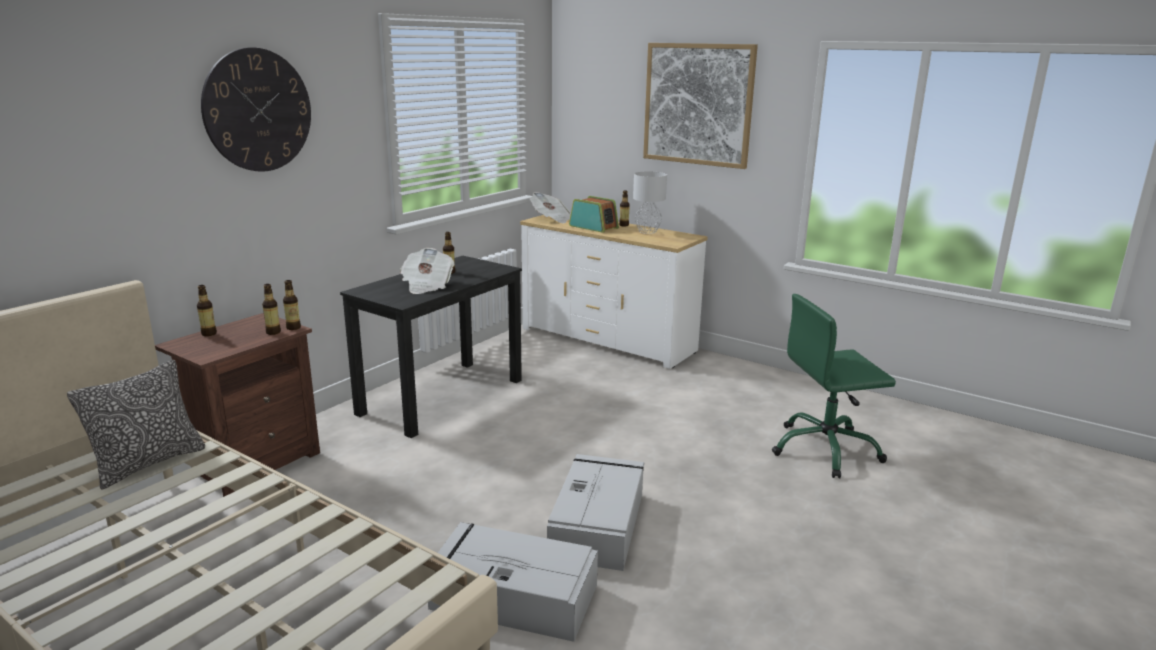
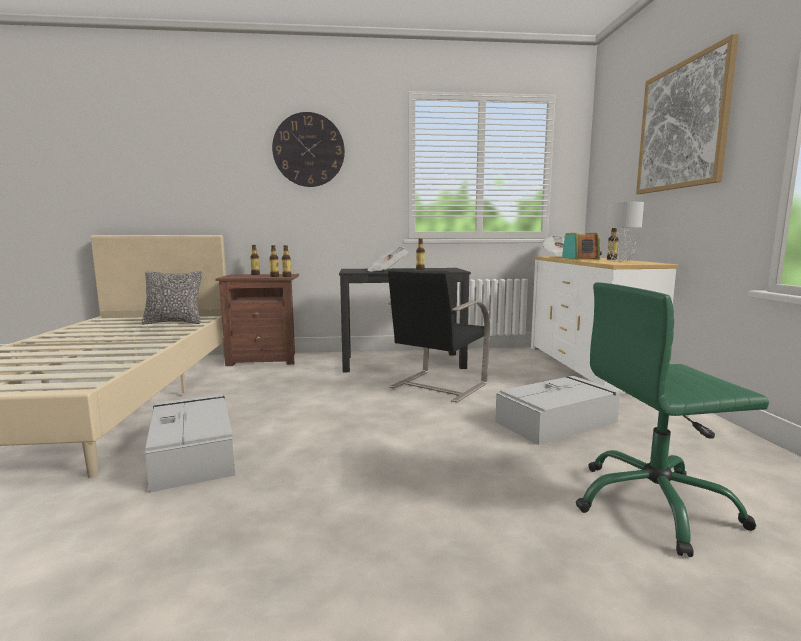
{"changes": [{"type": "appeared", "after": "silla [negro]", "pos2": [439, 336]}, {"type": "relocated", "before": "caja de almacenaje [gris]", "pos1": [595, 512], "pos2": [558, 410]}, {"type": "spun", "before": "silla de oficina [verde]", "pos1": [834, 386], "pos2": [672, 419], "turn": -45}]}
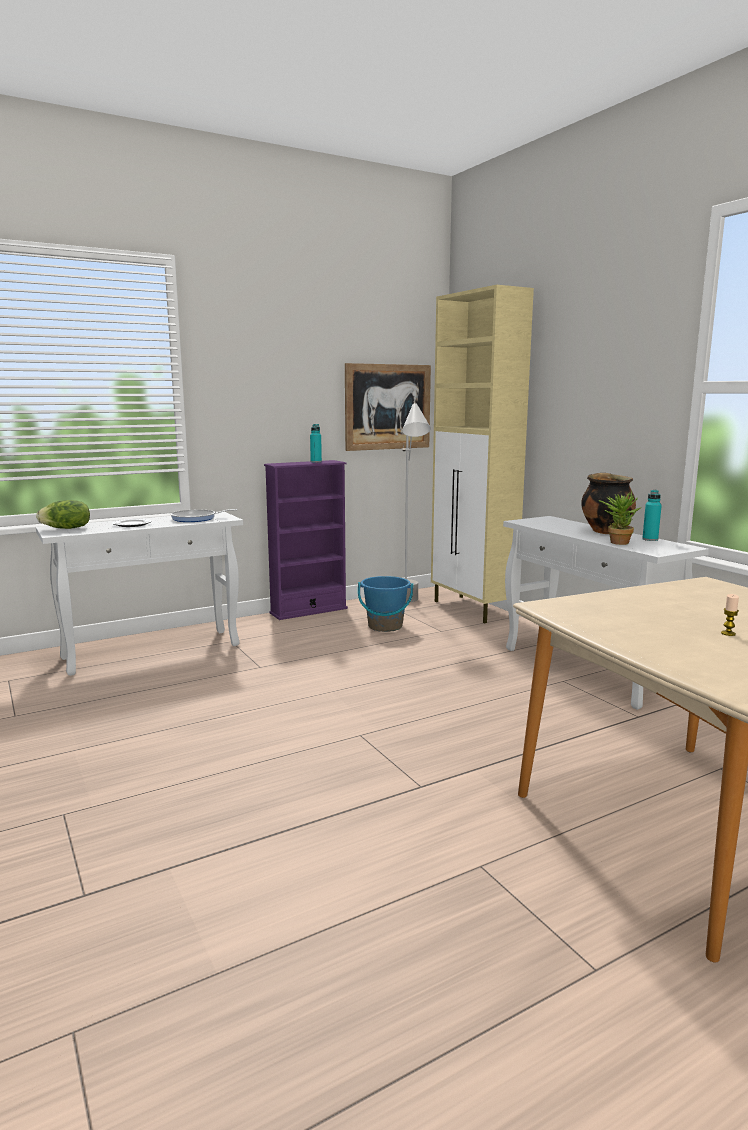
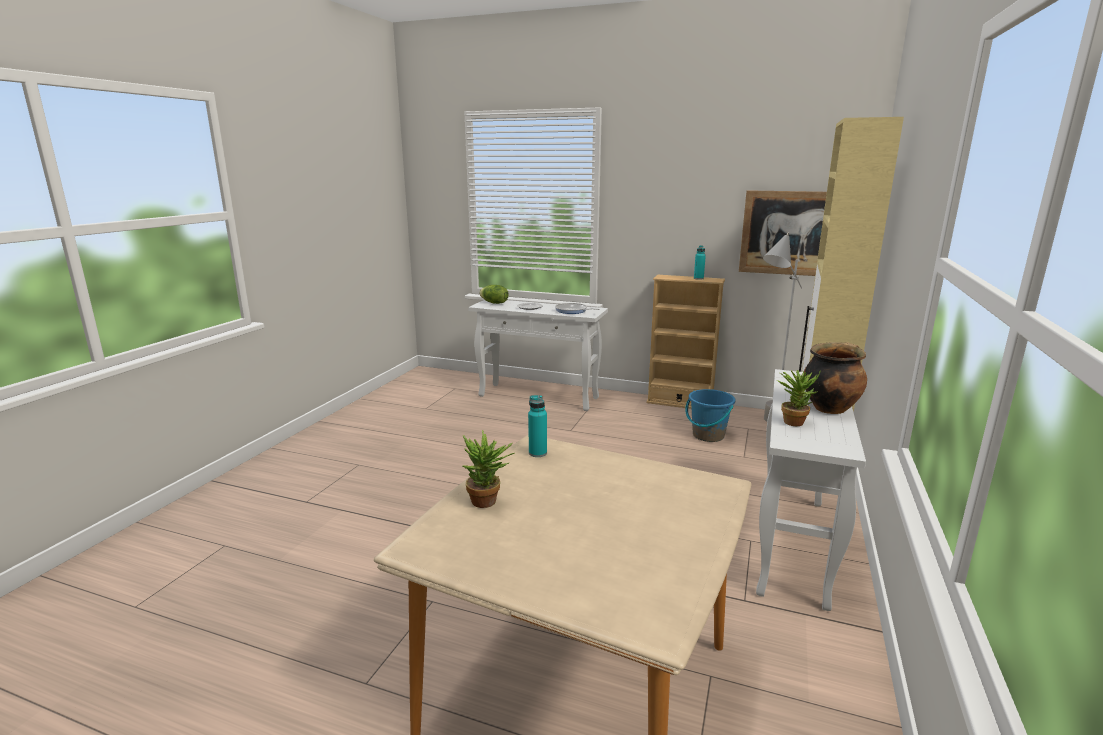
{"changes": [{"type": "appeared", "after": "planta en maceta", "pos2": [488, 469]}, {"type": "relocated", "before": "botella [turquesa]", "pos1": [652, 515], "pos2": [537, 426]}, {"type": "colour", "before": "estantería [morado]", "after": "estantería [beis]", "pos1": [306, 540], "pos2": [685, 342]}, {"type": "missing", "before": "vela", "pos1": [730, 615]}]}
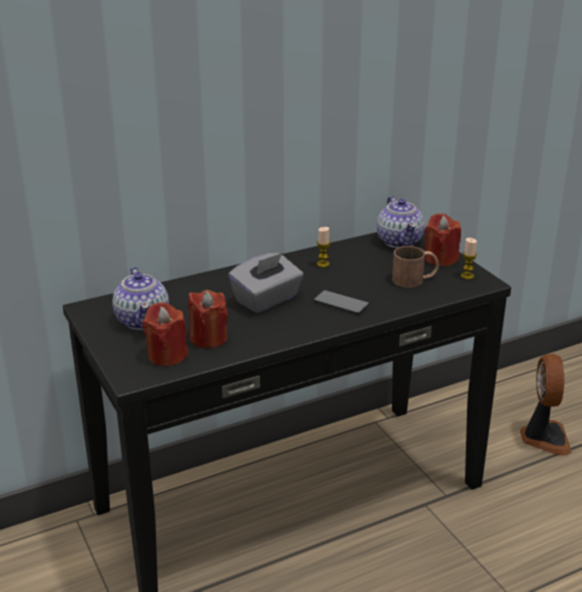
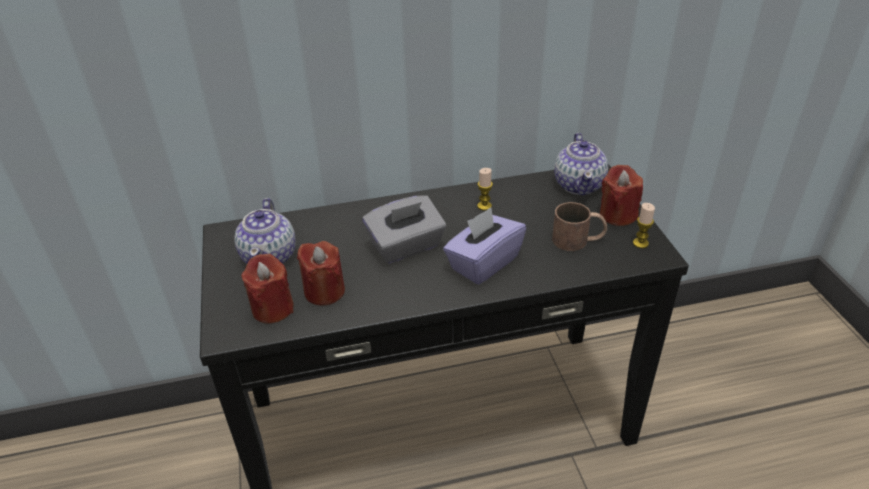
{"changes": [{"type": "exchanged", "before": "móvil", "after": "caja de pañuelos [morado]", "pos1": [341, 302], "pos2": [484, 246]}, {"type": "missing", "before": "ventilador", "pos1": [546, 405]}]}
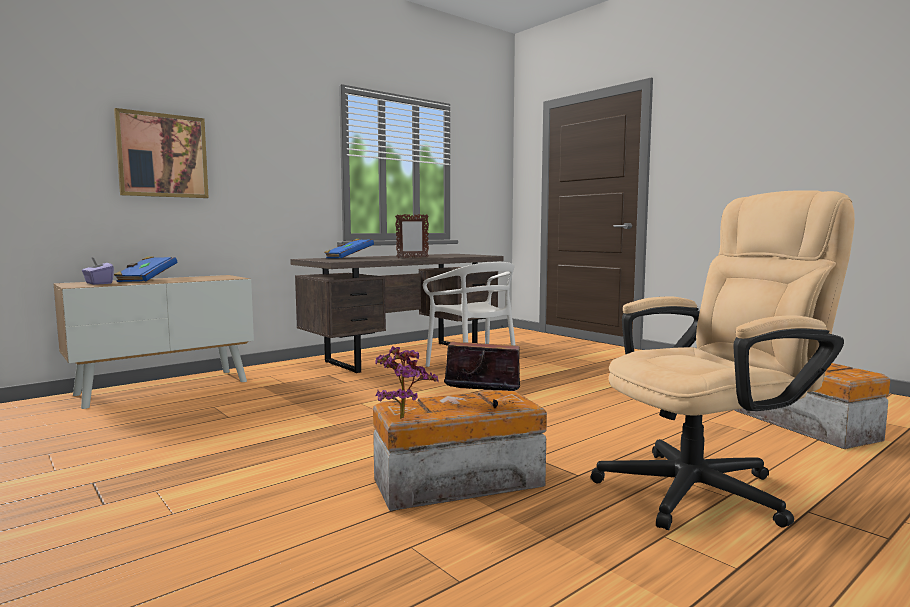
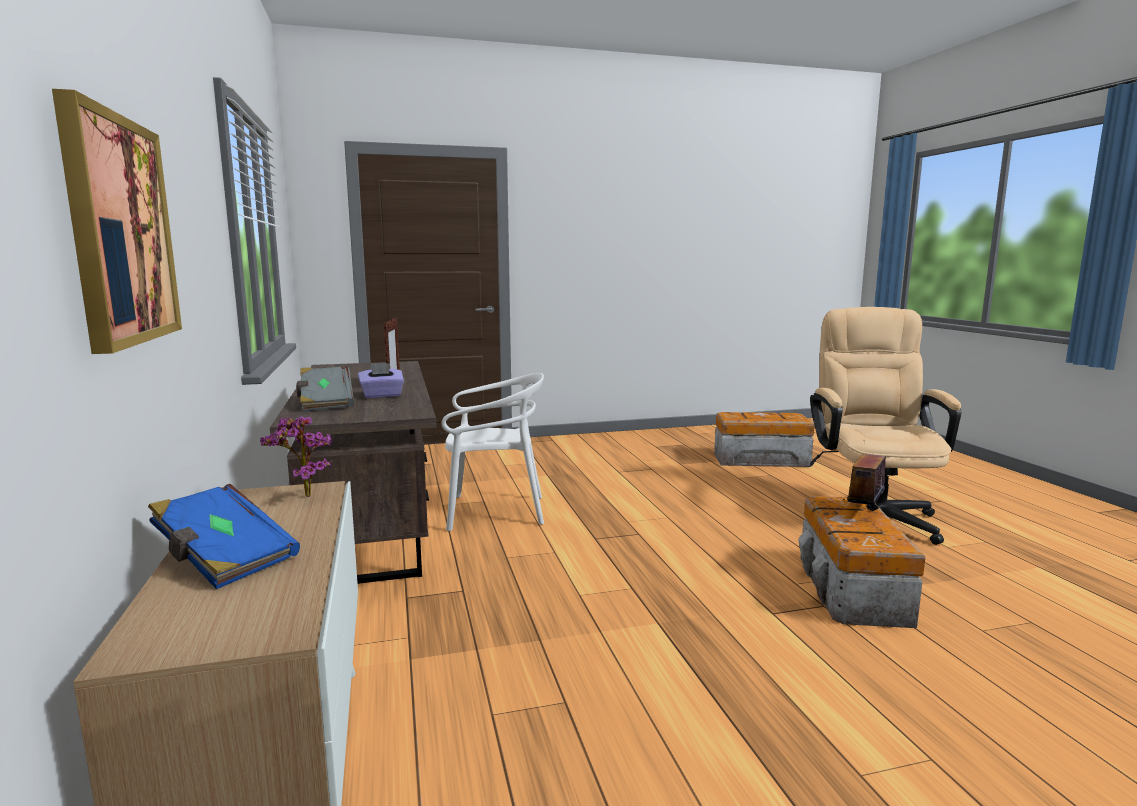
{"changes": [{"type": "relocated", "before": "planta en maceta", "pos1": [407, 382], "pos2": [296, 456]}, {"type": "colour", "before": "libro [azul]", "after": "libro [gris]", "pos1": [349, 248], "pos2": [325, 389]}, {"type": "relocated", "before": "caja de pañuelos [morado]", "pos1": [98, 271], "pos2": [381, 380]}]}
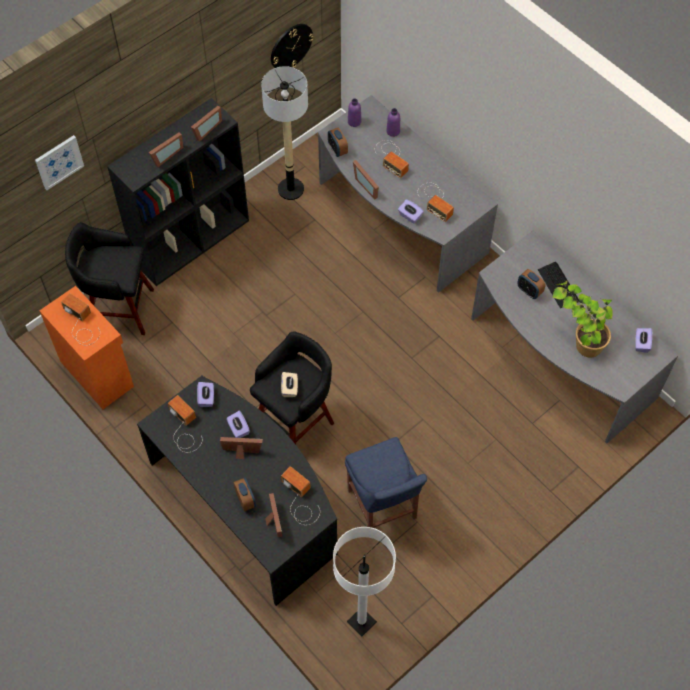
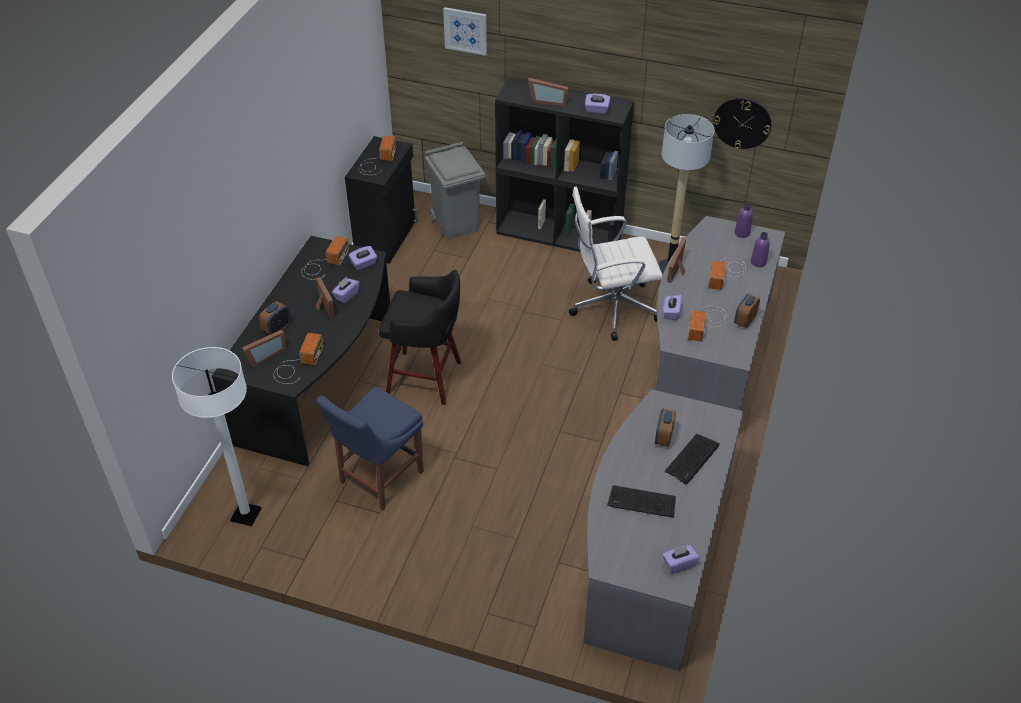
{"changes": [{"type": "colour", "before": "armario [naranja]", "after": "armario [negro]", "pos1": [86, 347], "pos2": [381, 200]}, {"type": "exchanged", "before": "taburete [negro]", "after": "papelera [gris]", "pos1": [109, 278], "pos2": [455, 190]}, {"type": "appeared", "after": "silla de oficina [blanco]", "pos2": [616, 264]}, {"type": "exchanged", "before": "portarretratos", "after": "caja de pañuelos [morado]", "pos1": [206, 124], "pos2": [597, 104]}, {"type": "exchanged", "before": "planta en maceta", "after": "teclado", "pos1": [582, 318], "pos2": [641, 501]}, {"type": "relocated", "before": "despertador", "pos1": [338, 142], "pos2": [747, 311]}, {"type": "missing", "before": "caja de pañuelos [beis]", "pos1": [289, 384]}]}
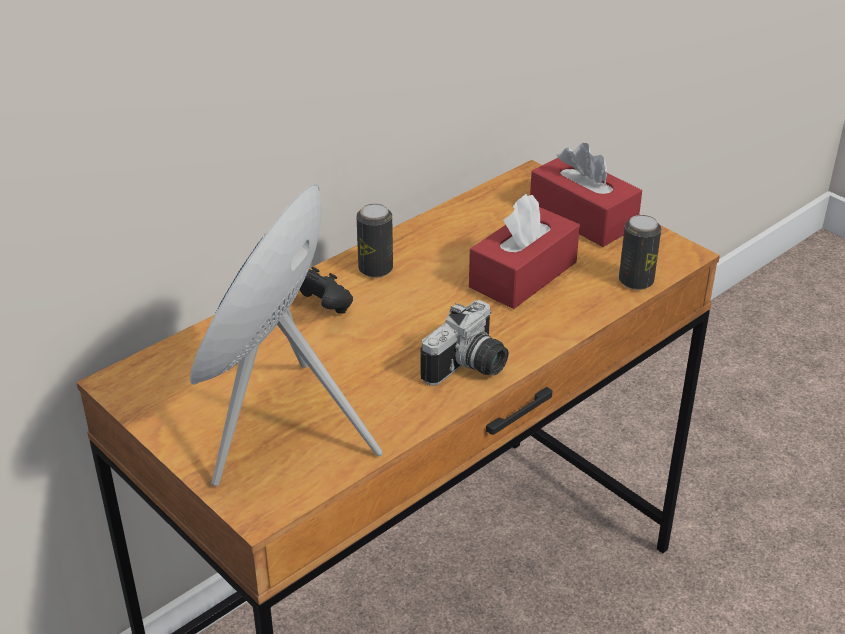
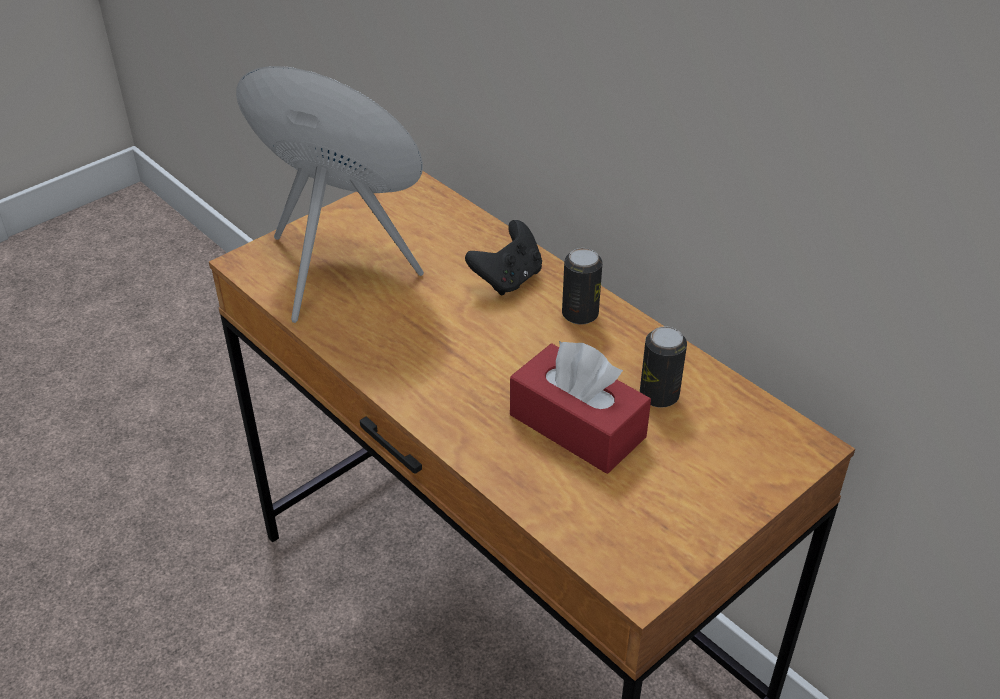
{"changes": [{"type": "relocated", "before": "lata", "pos1": [640, 252], "pos2": [663, 367]}, {"type": "missing", "before": "cámara", "pos1": [464, 343]}, {"type": "missing", "before": "caja de pañuelos [rojo]", "pos1": [586, 195]}]}
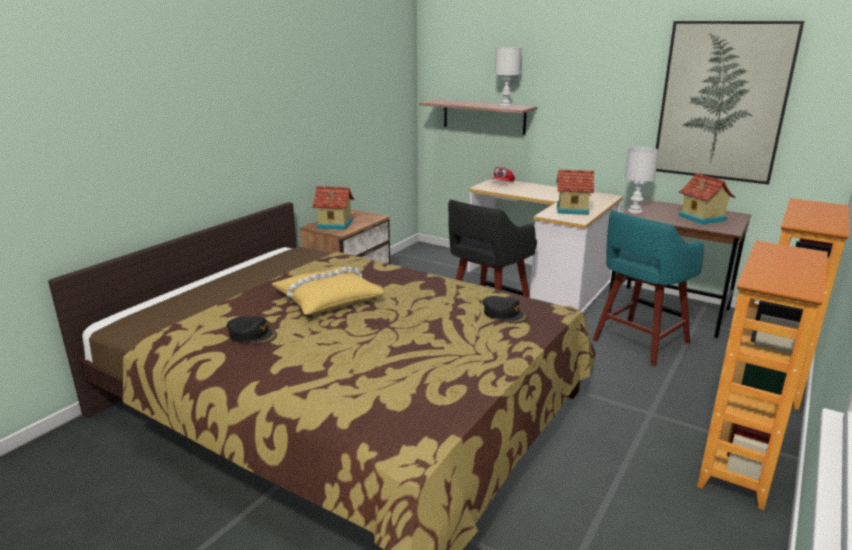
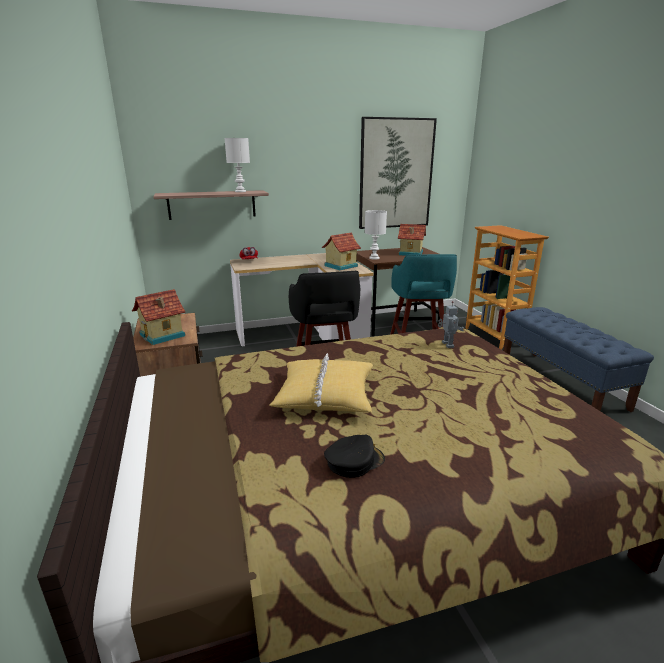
{"changes": [{"type": "exchanged", "before": "gorra [negro]", "after": "robot de juguete", "pos1": [505, 309], "pos2": [451, 324]}, {"type": "exchanged", "before": "estantería", "after": "banco [azul]", "pos1": [762, 375], "pos2": [578, 359]}]}
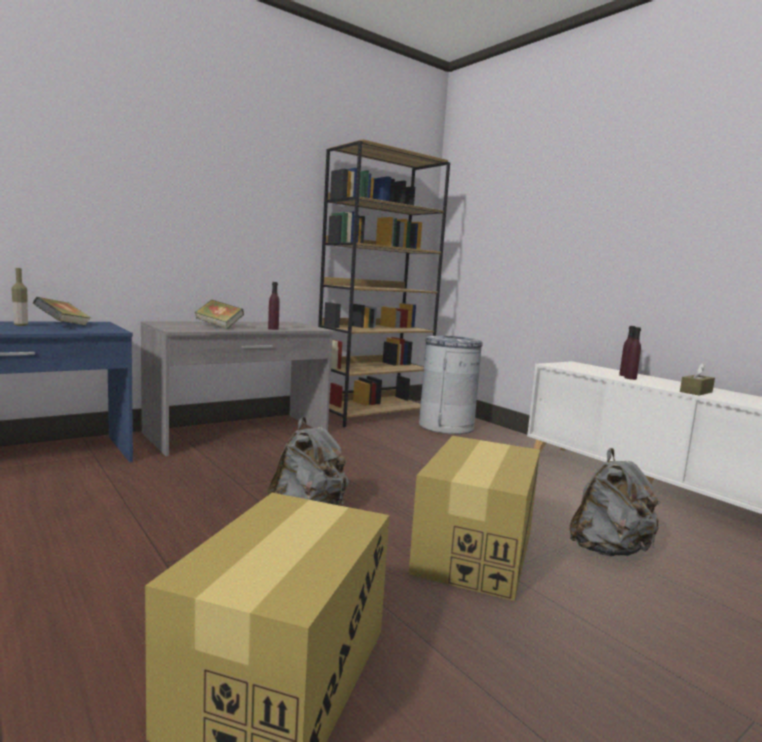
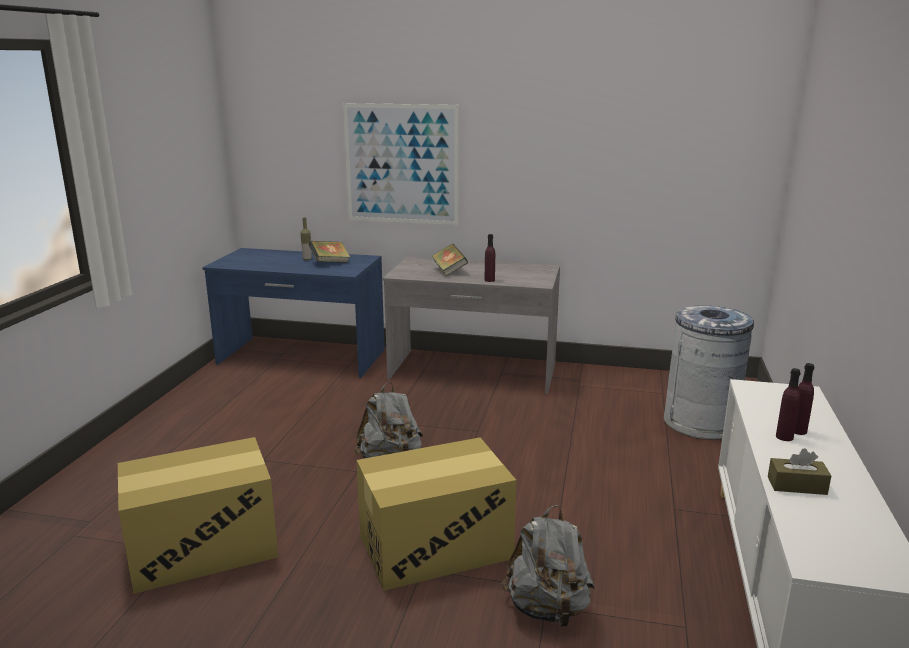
{"changes": [{"type": "appeared", "after": "cuadro", "pos2": [401, 164]}, {"type": "missing", "before": "estantería [marrón]", "pos1": [384, 283]}]}
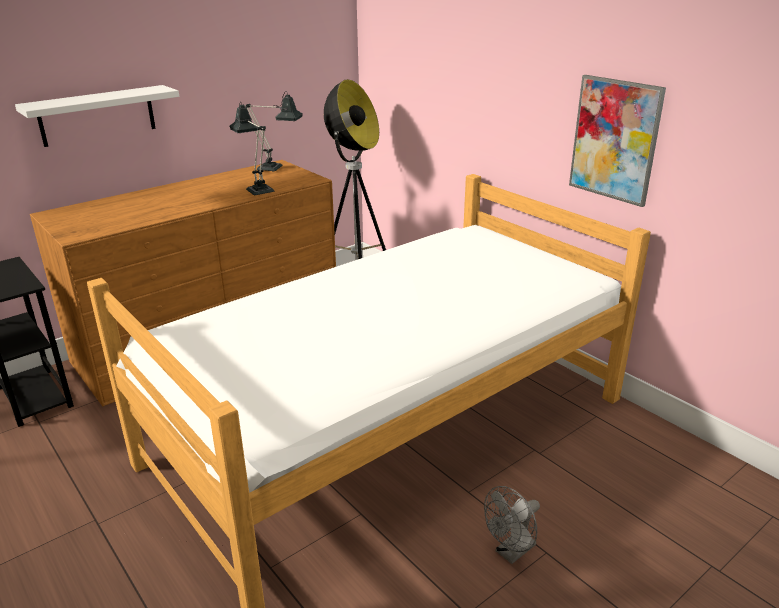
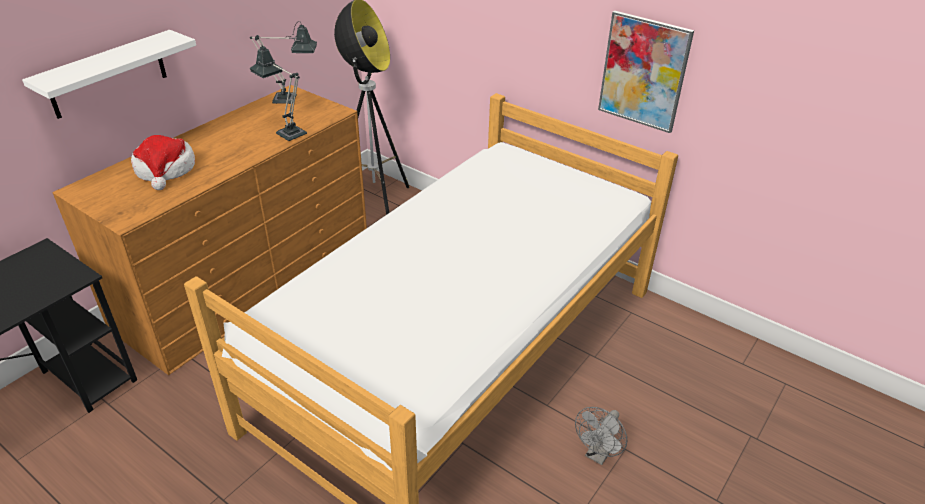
{"changes": [{"type": "appeared", "after": "sombrero", "pos2": [163, 162]}]}
